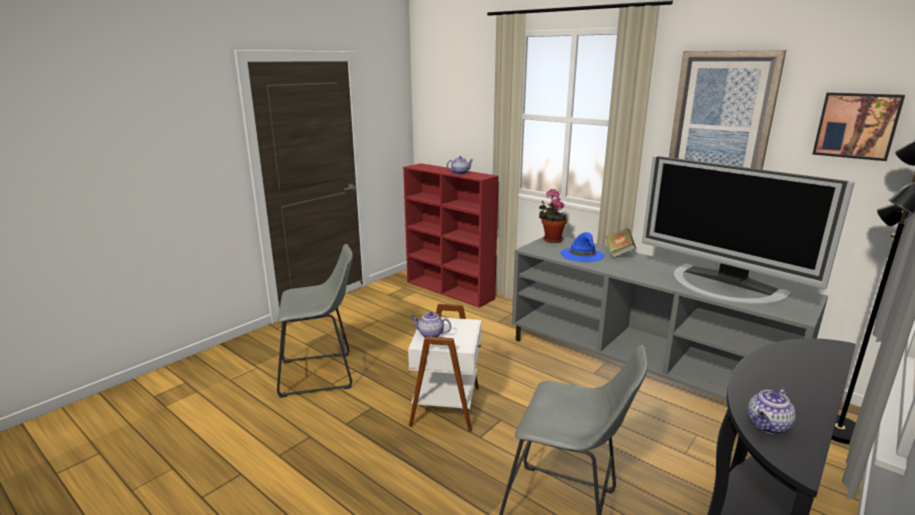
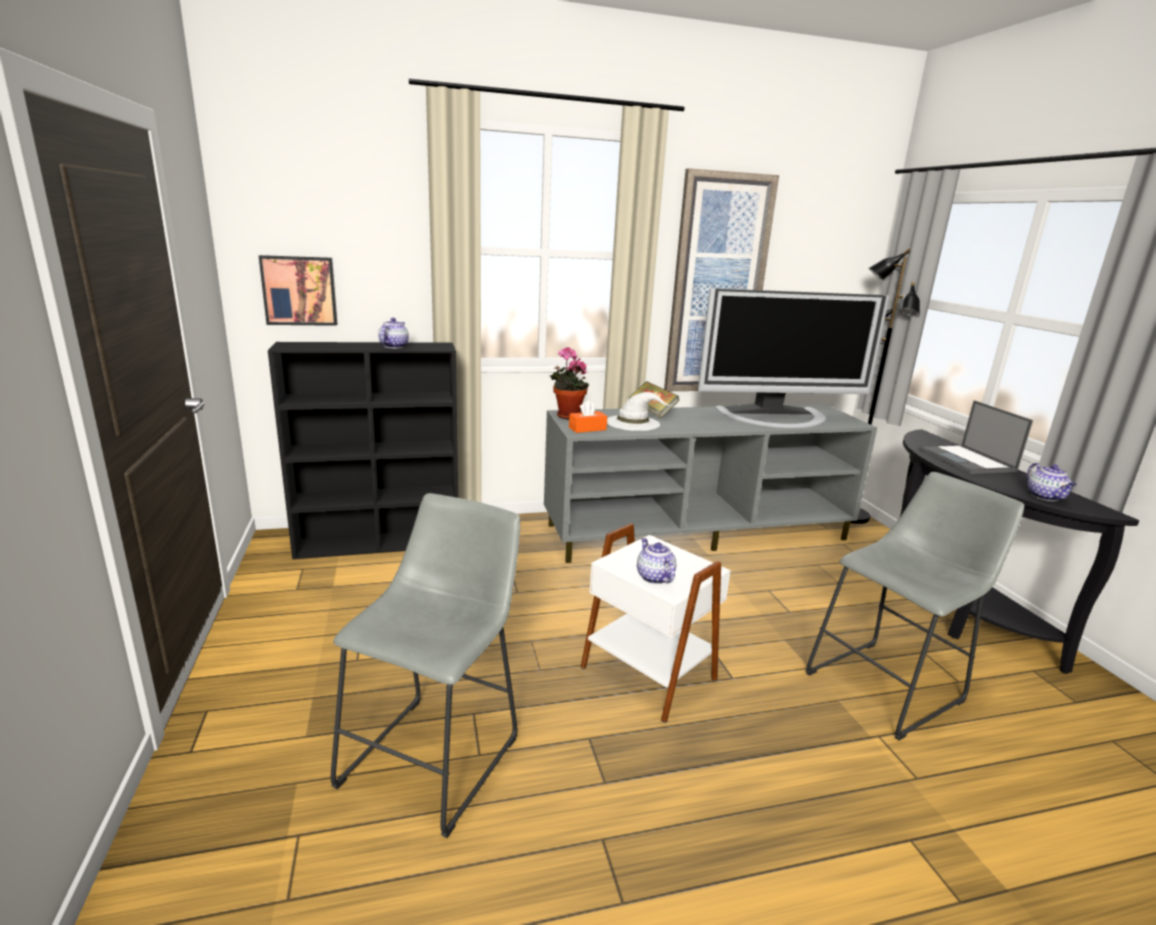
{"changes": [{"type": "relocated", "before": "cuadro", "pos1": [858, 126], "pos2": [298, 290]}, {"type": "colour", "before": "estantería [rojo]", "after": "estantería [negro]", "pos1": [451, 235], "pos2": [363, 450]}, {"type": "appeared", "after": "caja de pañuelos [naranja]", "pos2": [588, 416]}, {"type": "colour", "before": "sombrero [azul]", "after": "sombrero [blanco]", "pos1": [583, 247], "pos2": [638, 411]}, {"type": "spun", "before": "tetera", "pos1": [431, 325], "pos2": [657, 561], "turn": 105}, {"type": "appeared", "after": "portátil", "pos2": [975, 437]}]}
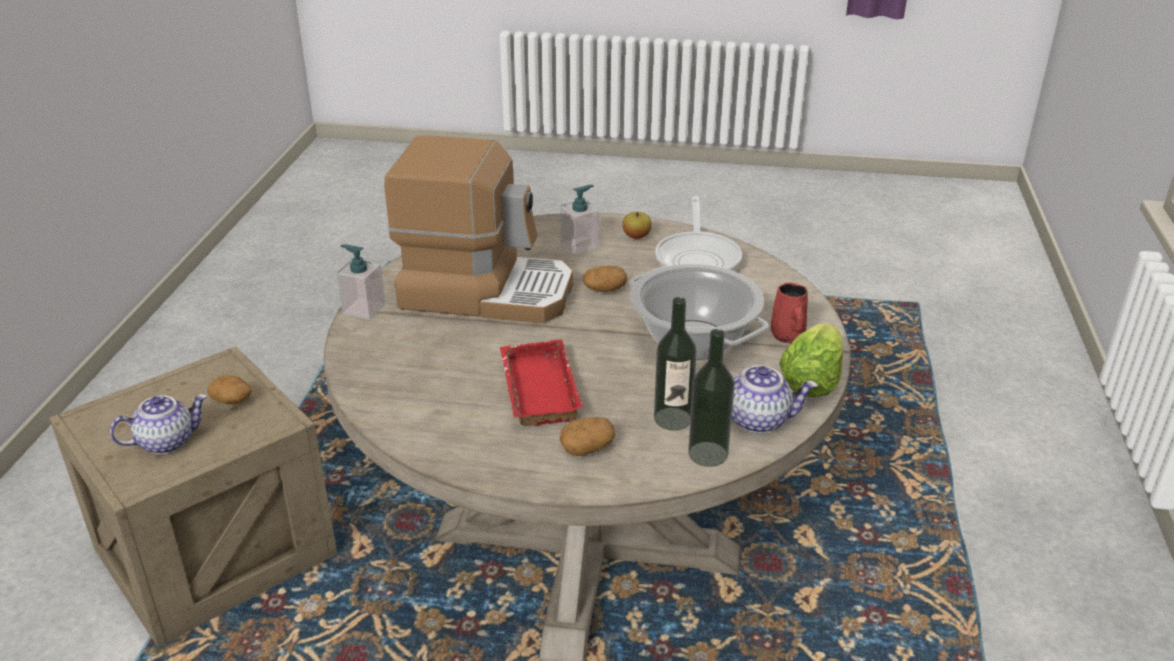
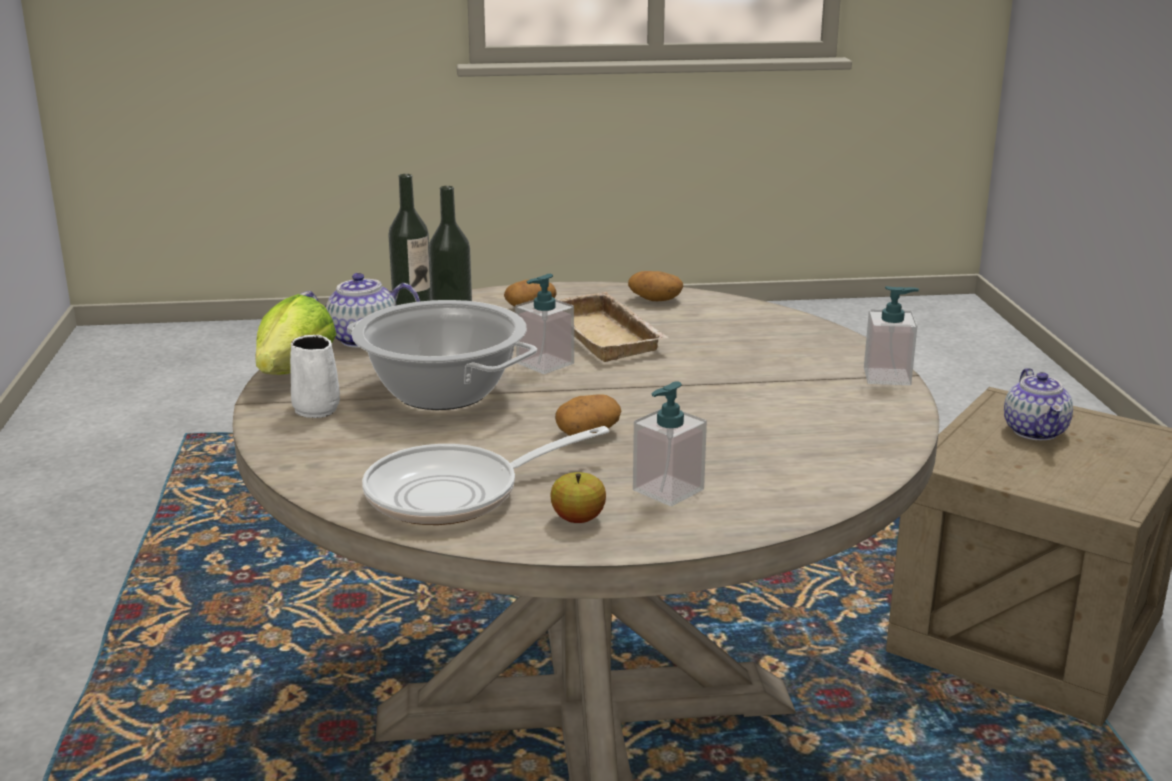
{"changes": [{"type": "colour", "before": "taza grande [rojo]", "after": "taza grande [blanco]", "pos1": [789, 312], "pos2": [315, 376]}, {"type": "spun", "before": "sartén", "pos1": [698, 233], "pos2": [485, 475], "turn": -105}, {"type": "appeared", "after": "dispensador de jabón", "pos2": [544, 324]}, {"type": "colour", "before": "bandeja [rojo]", "after": "bandeja [beis]", "pos1": [541, 382], "pos2": [612, 327]}, {"type": "relocated", "before": "patata", "pos1": [229, 389], "pos2": [655, 286]}, {"type": "spun", "before": "tetera", "pos1": [158, 424], "pos2": [1038, 404], "turn": -45}, {"type": "missing", "before": "cafetera", "pos1": [478, 229]}]}
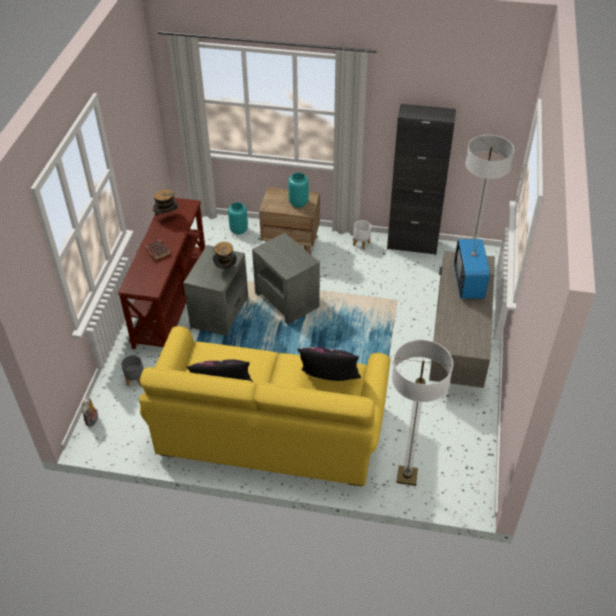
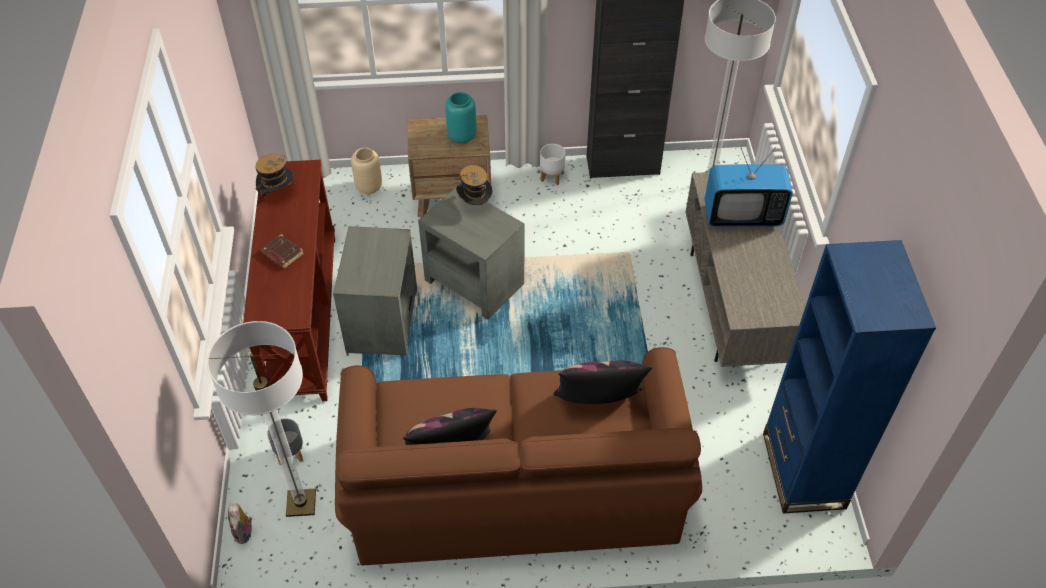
{"changes": [{"type": "relocated", "before": "lámpara de pie", "pos1": [422, 413], "pos2": [261, 419]}, {"type": "colour", "before": "sofá [amarillo]", "after": "sofá [marrón]", "pos1": [264, 406], "pos2": [518, 456]}, {"type": "colour", "before": "florero [turquesa]", "after": "florero [beis]", "pos1": [238, 218], "pos2": [366, 171]}, {"type": "relocated", "before": "sombrero", "pos1": [225, 255], "pos2": [474, 185]}, {"type": "spun", "before": "televisor", "pos1": [472, 262], "pos2": [749, 187], "turn": -75}, {"type": "appeared", "after": "estantería [azul]", "pos2": [849, 377]}]}
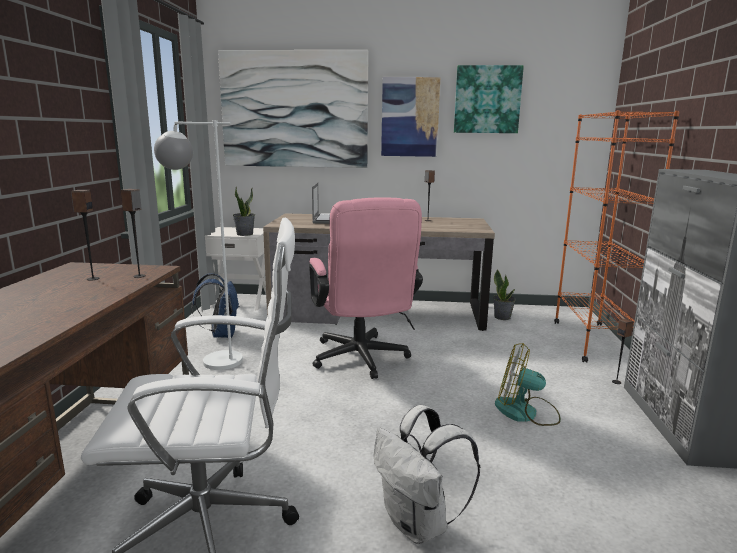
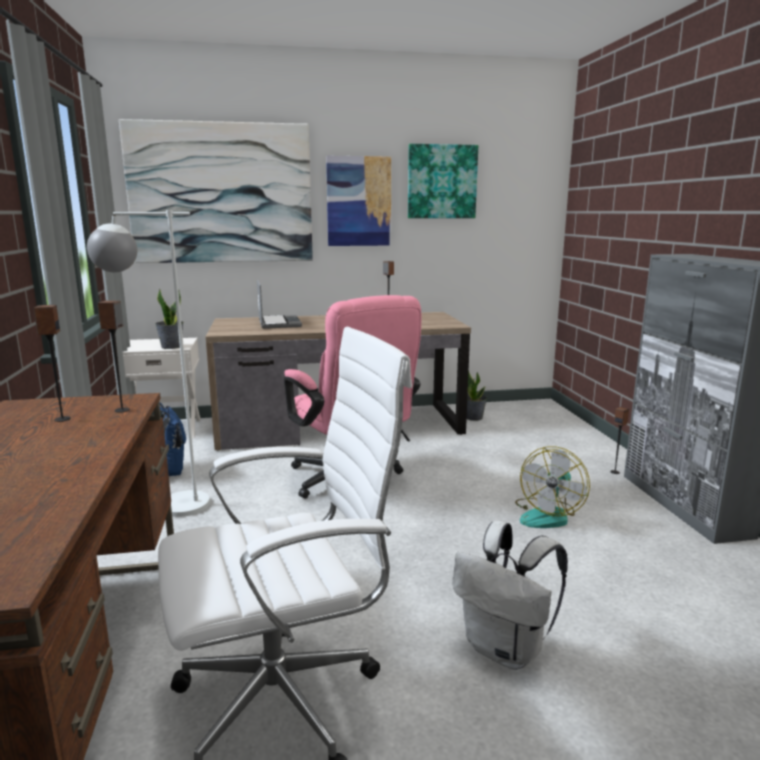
{"changes": [{"type": "spun", "before": "ventilador", "pos1": [528, 384], "pos2": [552, 487], "turn": -60}, {"type": "missing", "before": "estantería [naranja]", "pos1": [616, 236]}]}
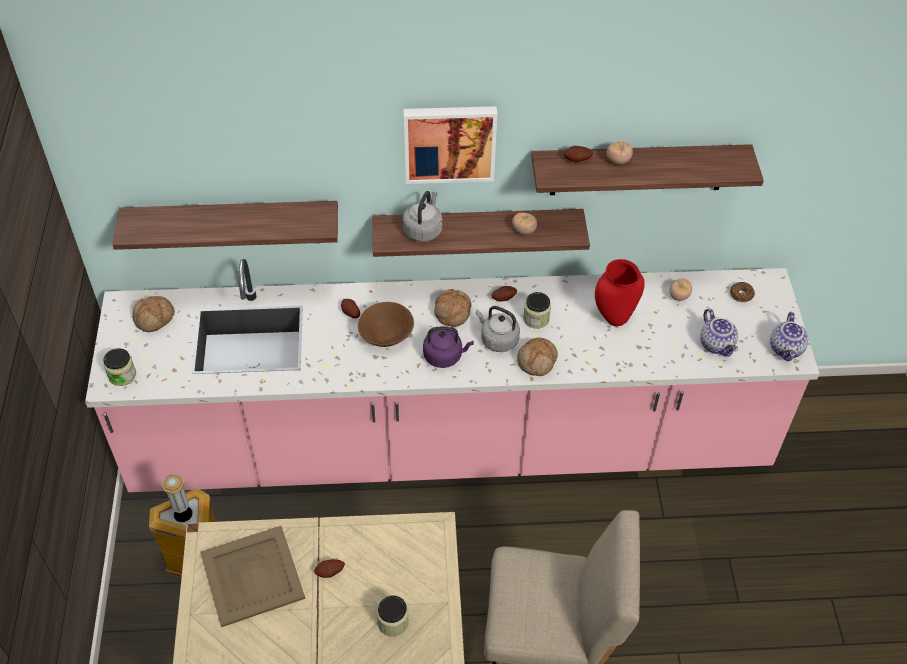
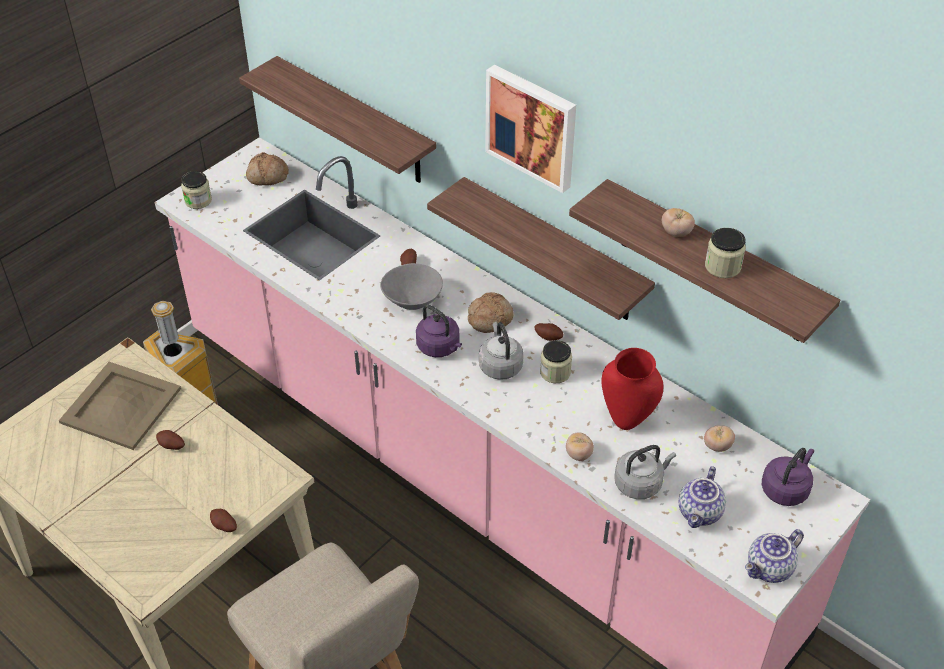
{"changes": [{"type": "relocated", "before": "patata", "pos1": [578, 154], "pos2": [223, 520]}, {"type": "colour", "before": "cuenco [marrón]", "after": "cuenco [gris]", "pos1": [386, 324], "pos2": [411, 286]}, {"type": "relocated", "before": "tomate", "pos1": [524, 223], "pos2": [580, 446]}, {"type": "relocated", "before": "hervidor [gris]", "pos1": [423, 216], "pos2": [645, 472]}, {"type": "relocated", "before": "tarro", "pos1": [393, 616], "pos2": [725, 253]}, {"type": "exchanged", "before": "rosquilla", "after": "hervidor [morado]", "pos1": [742, 292], "pos2": [788, 477]}, {"type": "missing", "before": "pan", "pos1": [537, 357]}]}
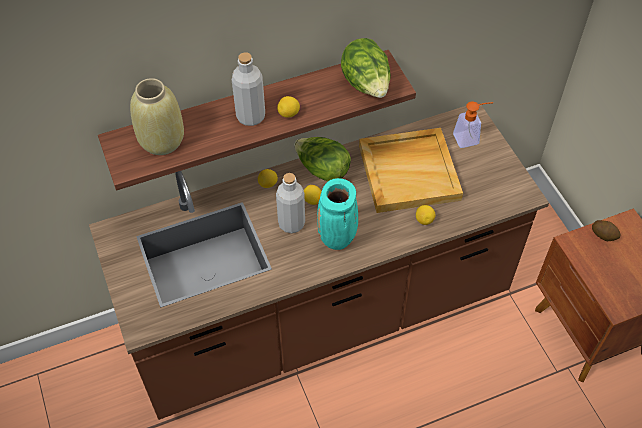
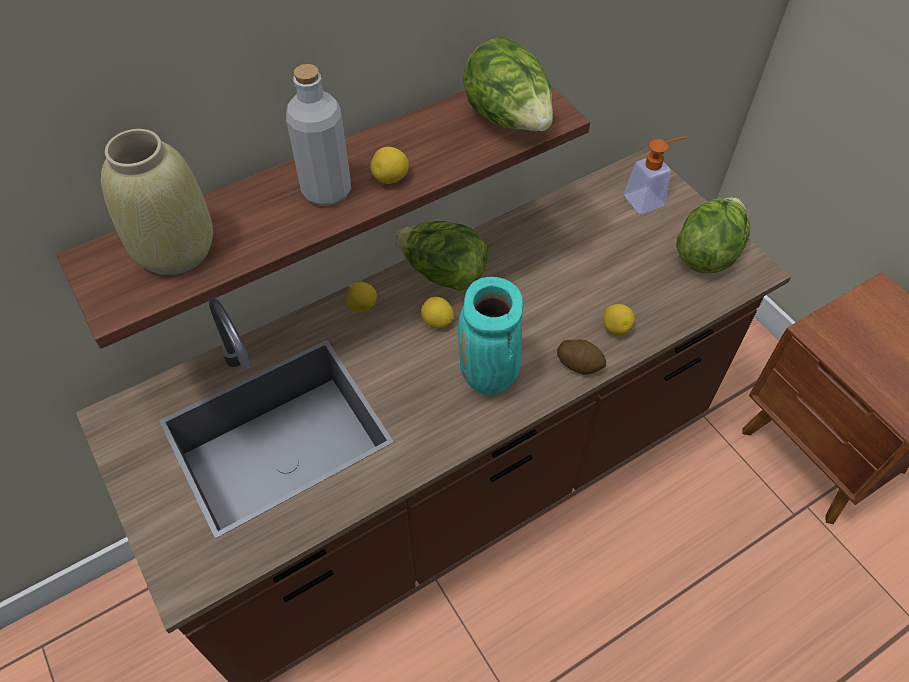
{"changes": [{"type": "relocated", "before": "patata", "pos1": [606, 230], "pos2": [581, 357]}, {"type": "appeared", "after": "lechuga", "pos2": [713, 235]}, {"type": "missing", "before": "botella [gris]", "pos1": [290, 203]}, {"type": "missing", "before": "bandeja [beis]", "pos1": [411, 170]}]}
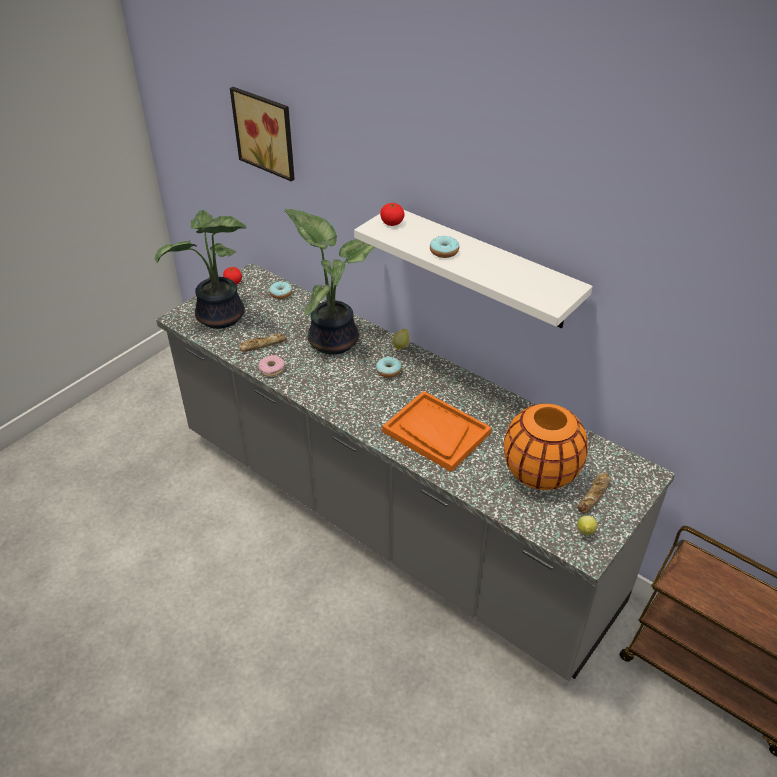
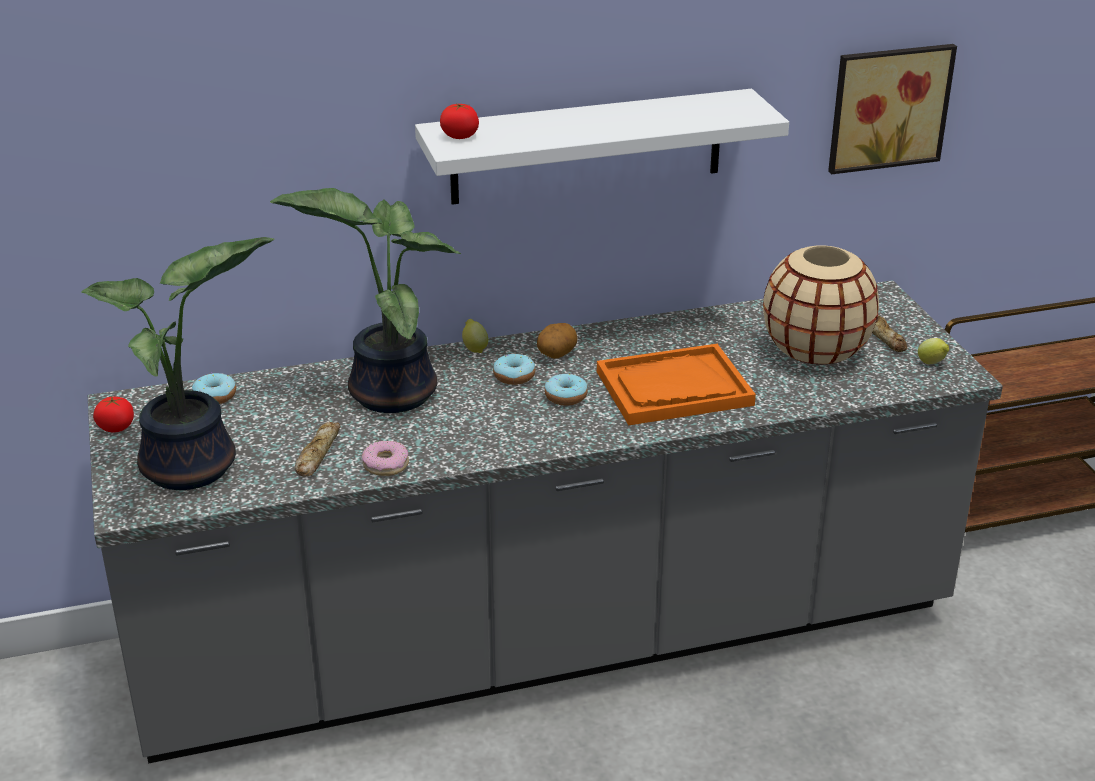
{"changes": [{"type": "appeared", "after": "patata", "pos2": [557, 341]}, {"type": "relocated", "before": "rosquilla", "pos1": [444, 247], "pos2": [566, 389]}, {"type": "colour", "before": "florero [naranja]", "after": "florero [beis]", "pos1": [546, 447], "pos2": [821, 305]}, {"type": "relocated", "before": "cuadro", "pos1": [262, 134], "pos2": [892, 109]}]}
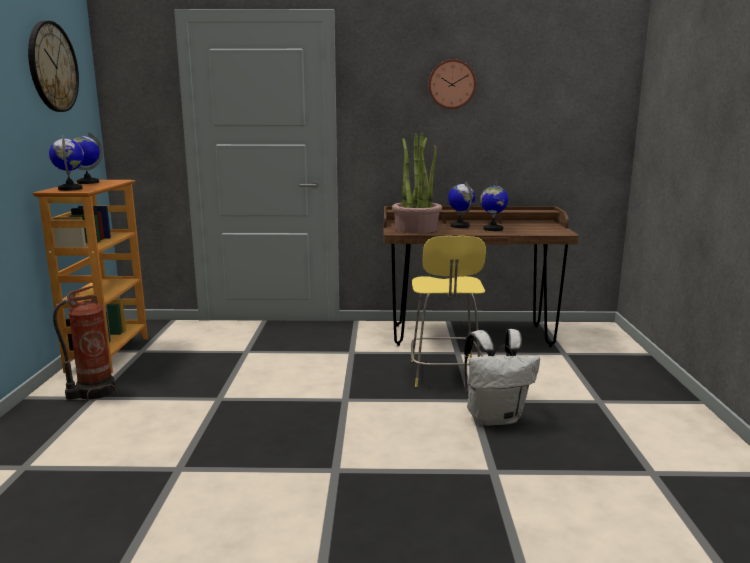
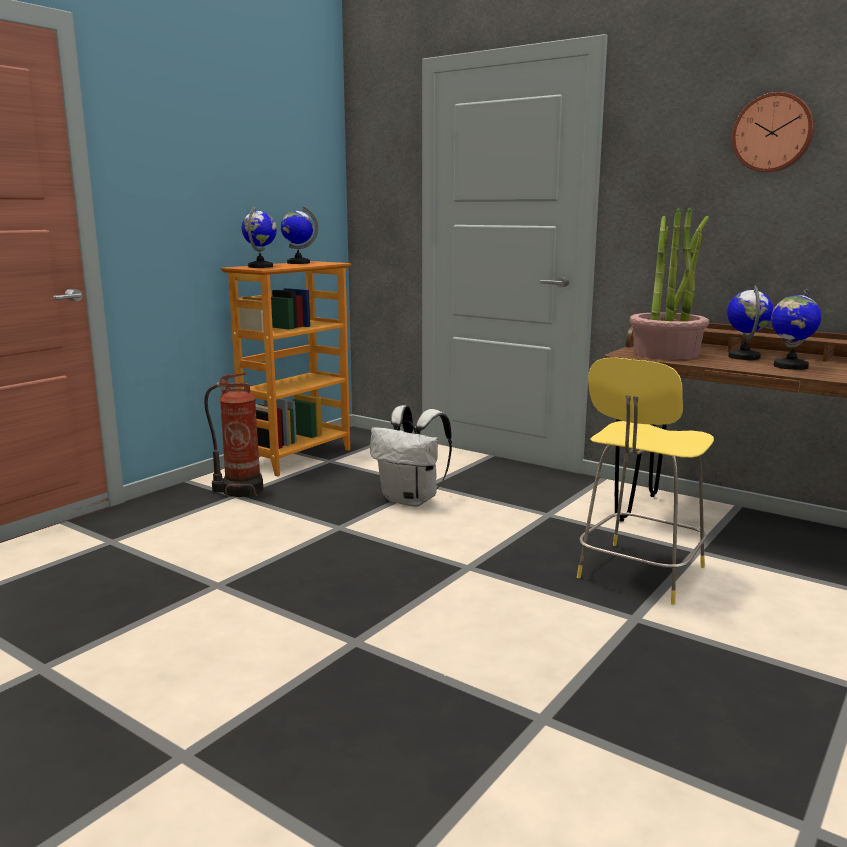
{"changes": [{"type": "relocated", "before": "mochila [blanco]", "pos1": [502, 377], "pos2": [411, 456]}, {"type": "missing", "before": "reloj de pared", "pos1": [53, 66]}]}
